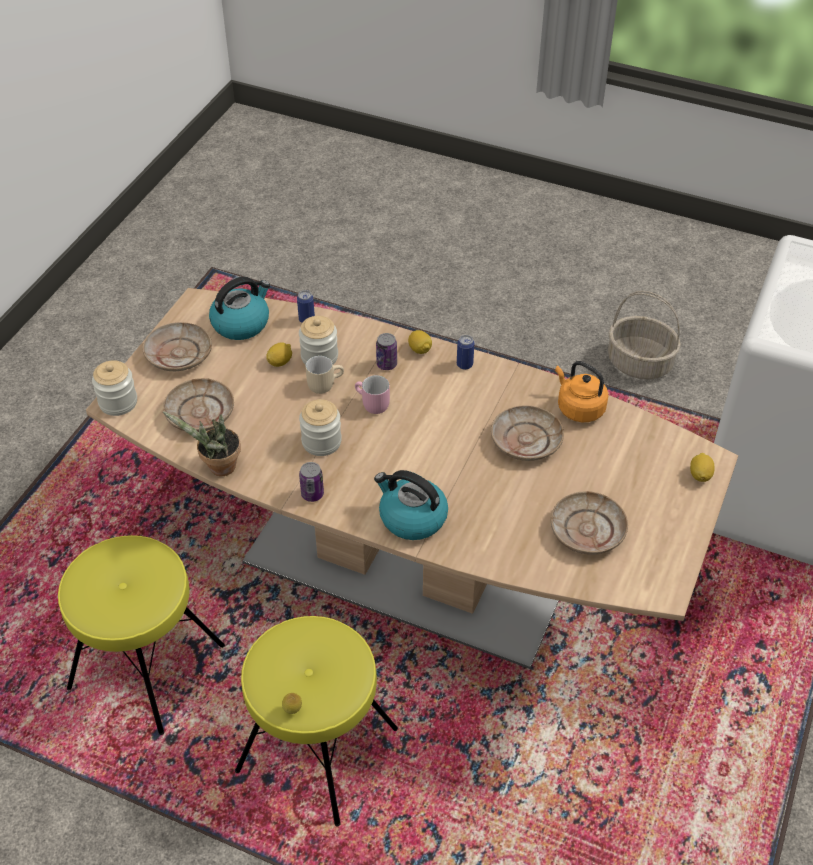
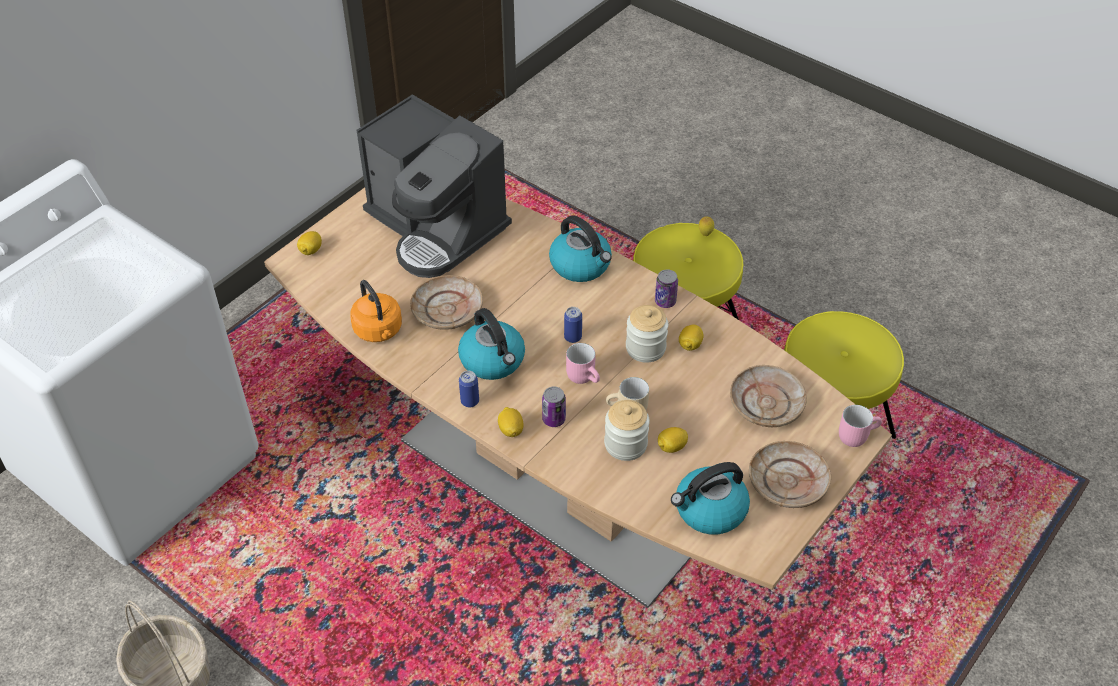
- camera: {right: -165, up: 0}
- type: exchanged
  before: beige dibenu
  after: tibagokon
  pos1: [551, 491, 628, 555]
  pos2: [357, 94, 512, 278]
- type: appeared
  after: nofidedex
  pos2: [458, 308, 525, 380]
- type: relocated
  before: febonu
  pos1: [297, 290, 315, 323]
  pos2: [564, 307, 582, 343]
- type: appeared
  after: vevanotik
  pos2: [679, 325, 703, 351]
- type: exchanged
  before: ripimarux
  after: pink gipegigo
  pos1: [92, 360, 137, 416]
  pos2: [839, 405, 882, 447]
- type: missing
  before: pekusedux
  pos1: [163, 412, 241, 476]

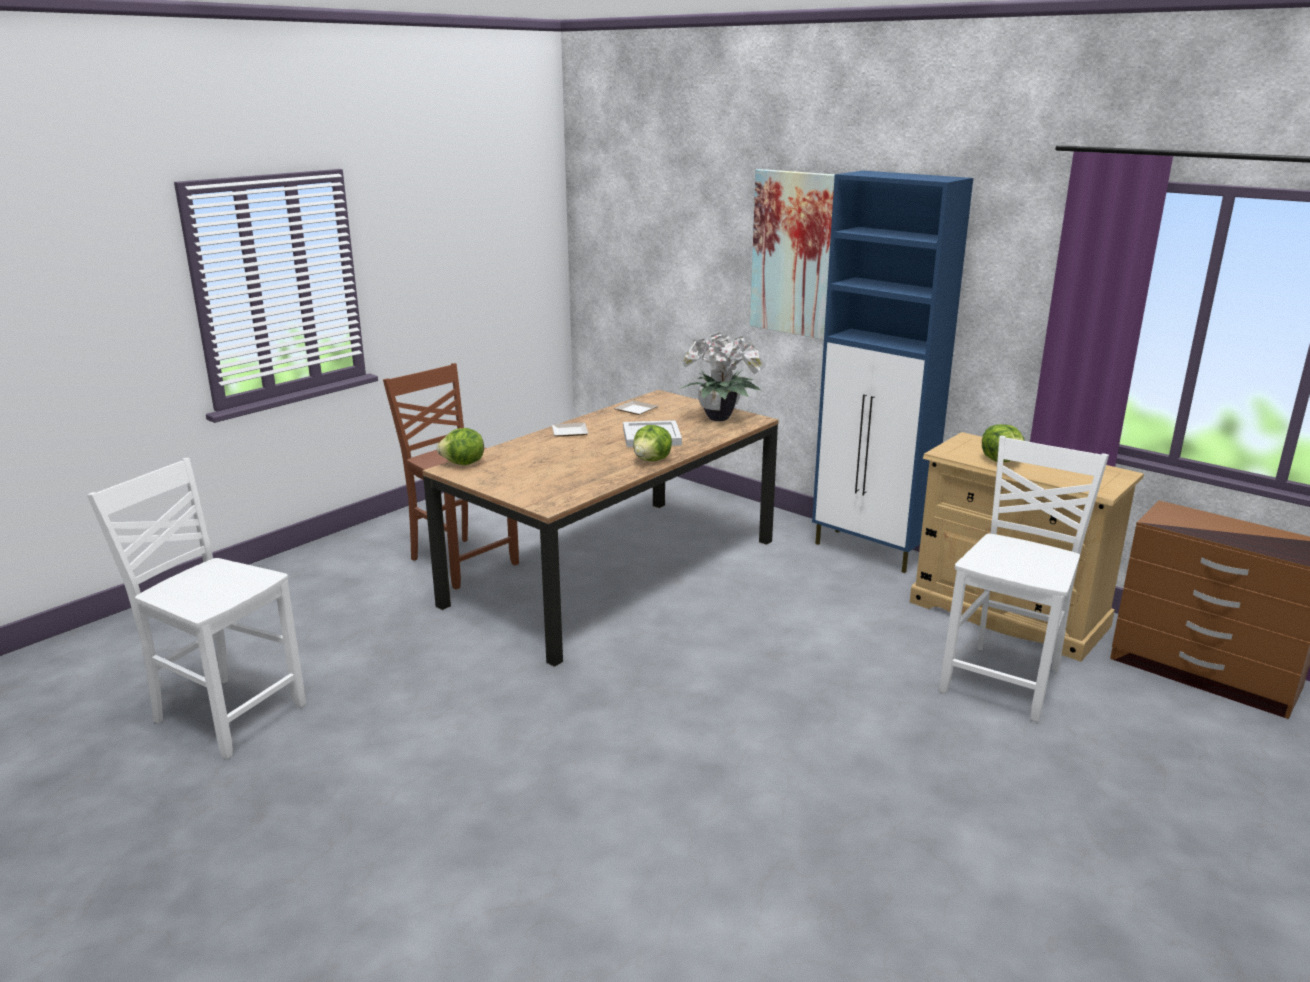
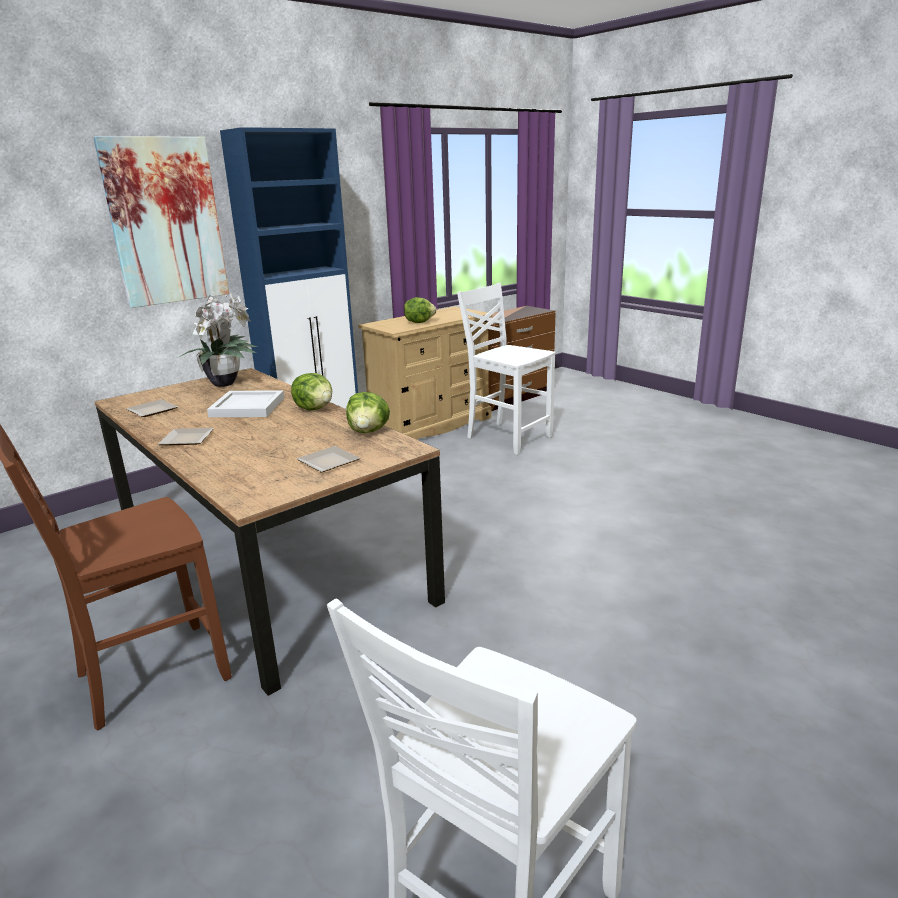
- camera: {right: -80, up: 0}
- type: appeared
  after: dibenu
  pos2: [297, 446, 360, 473]
- type: relocated
  before: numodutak
  pos1: [437, 428, 484, 465]
  pos2: [346, 392, 390, 433]

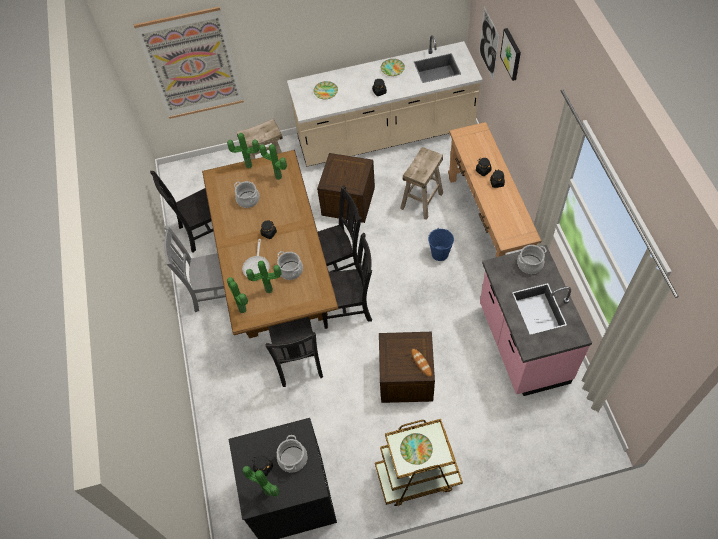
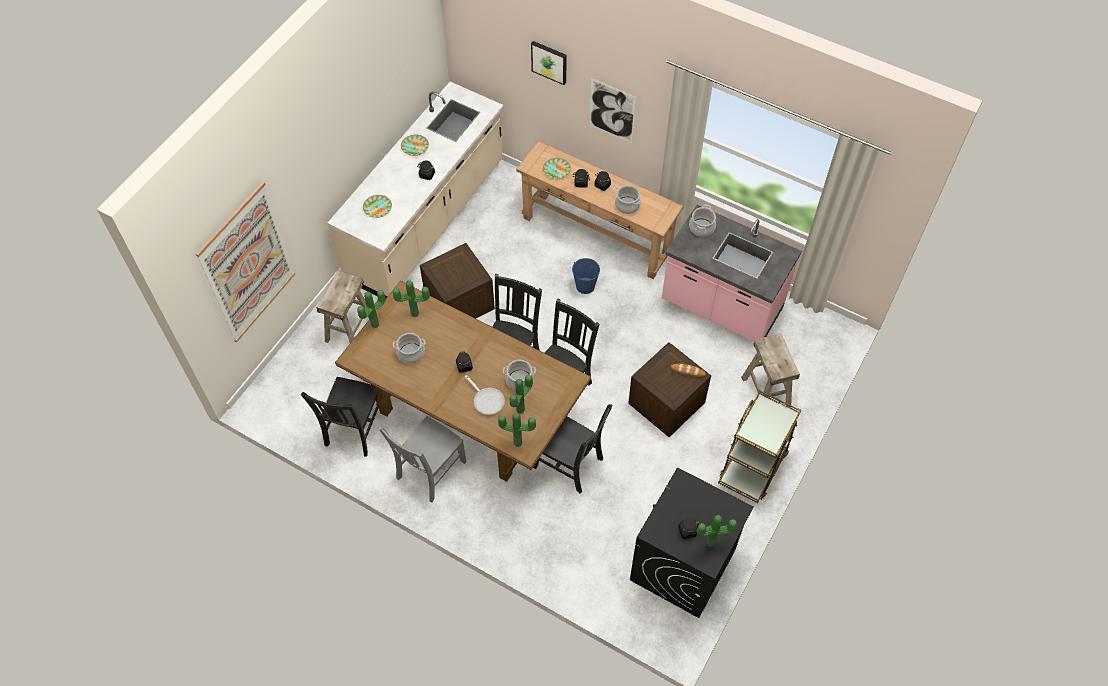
- camera: {right: -50, up: 0}
- type: relocated
  before: dibenu
  pos1: [400, 433, 433, 465]
  pos2: [543, 158, 571, 179]
- type: relocated
  before: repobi
  pos1: [479, 7, 499, 81]
  pos2: [590, 78, 636, 143]
- type: relocated
  before: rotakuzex
  pos1: [277, 435, 307, 473]
  pos2: [615, 184, 641, 214]
- type: relocated
  before: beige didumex
  pos1: [400, 147, 443, 220]
  pos2: [741, 333, 800, 407]

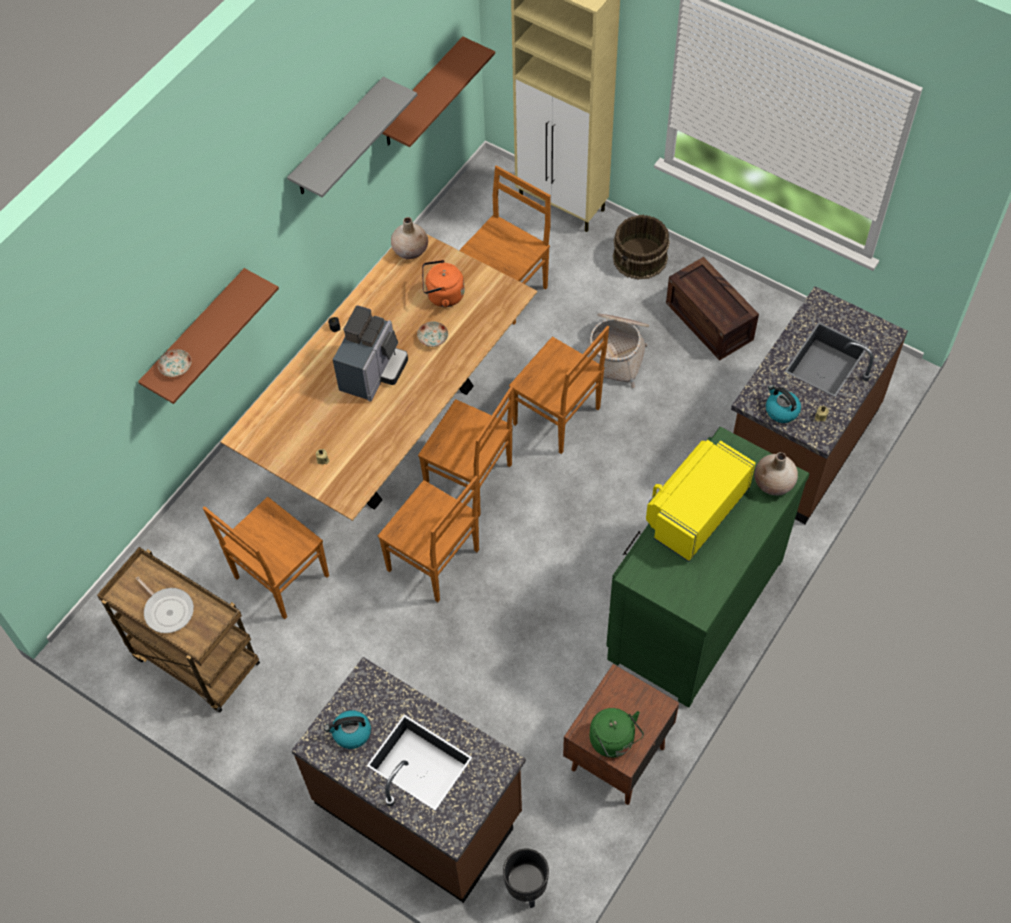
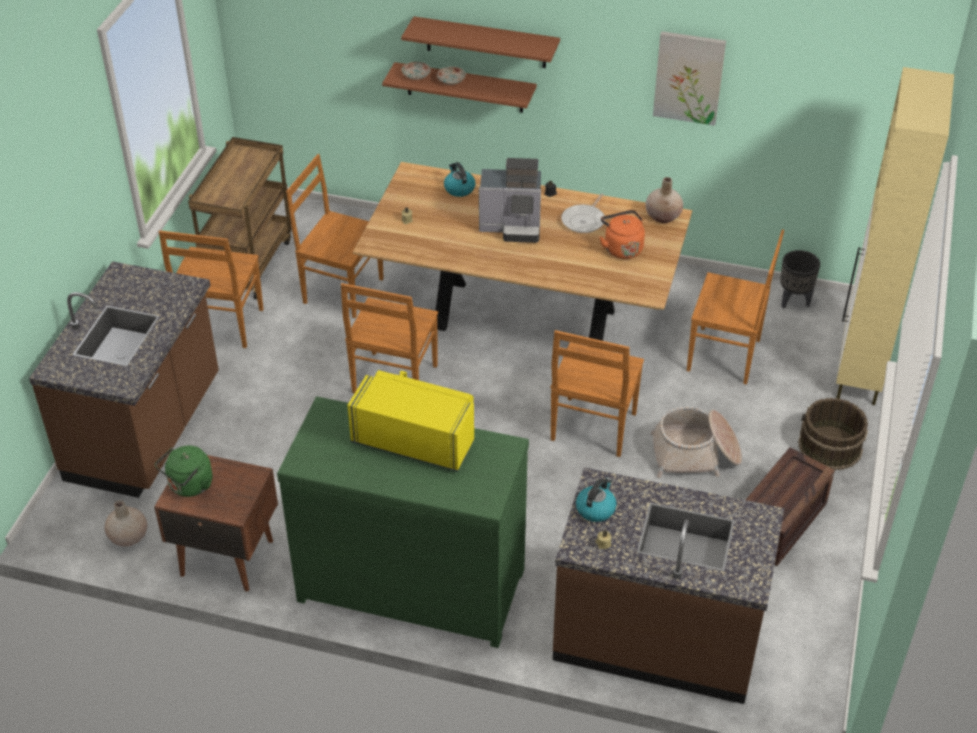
- camera: {right: 70, up: -15}
- type: relocated
  before: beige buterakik
  pos1: [754, 452, 798, 495]
  pos2: [105, 500, 147, 547]
- type: relocated
  before: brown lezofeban
  pos1: [418, 385, 514, 517]
  pos2: [159, 230, 263, 348]
- type: relocated
  before: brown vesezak
  pos1: [382, 37, 495, 147]
  pos2: [401, 16, 560, 68]
- type: relocated
  before: dibenu
  pos1: [417, 322, 448, 347]
  pos2: [437, 67, 466, 85]
- type: relocated
  before: nofidedex
  pos1: [324, 710, 371, 749]
  pos2: [444, 162, 475, 197]
- type: relocated
  before: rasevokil
  pos1: [136, 577, 194, 633]
  pos2: [561, 193, 605, 233]
- type: exchanged
  before: grey vesezak
  after: repobi
  pos1: [287, 77, 417, 197]
  pos2: [653, 31, 726, 126]
- type: relocated
  before: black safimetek
  pos1: [503, 848, 549, 908]
  pos2: [780, 250, 820, 308]

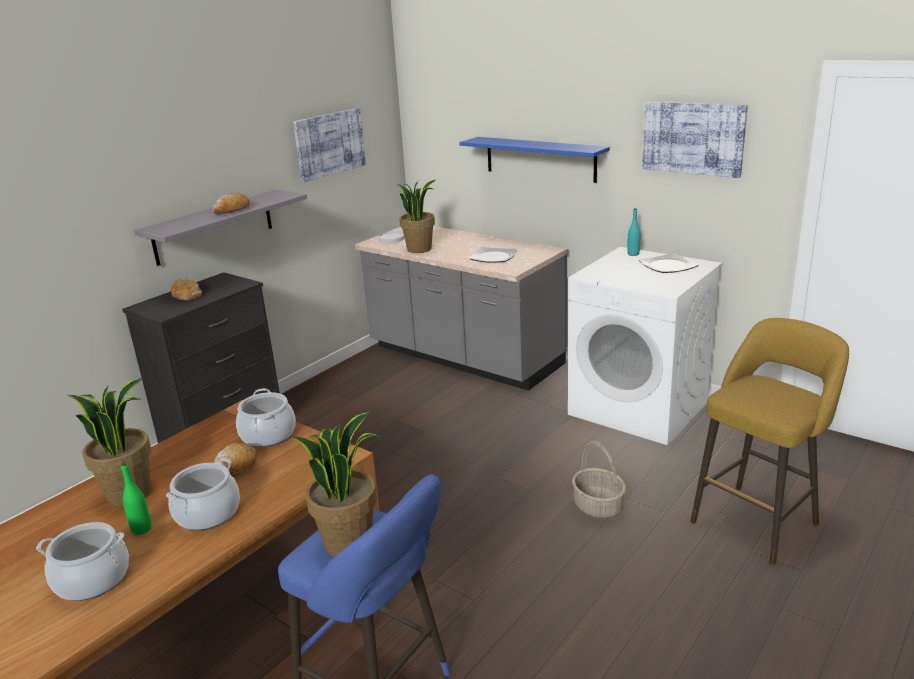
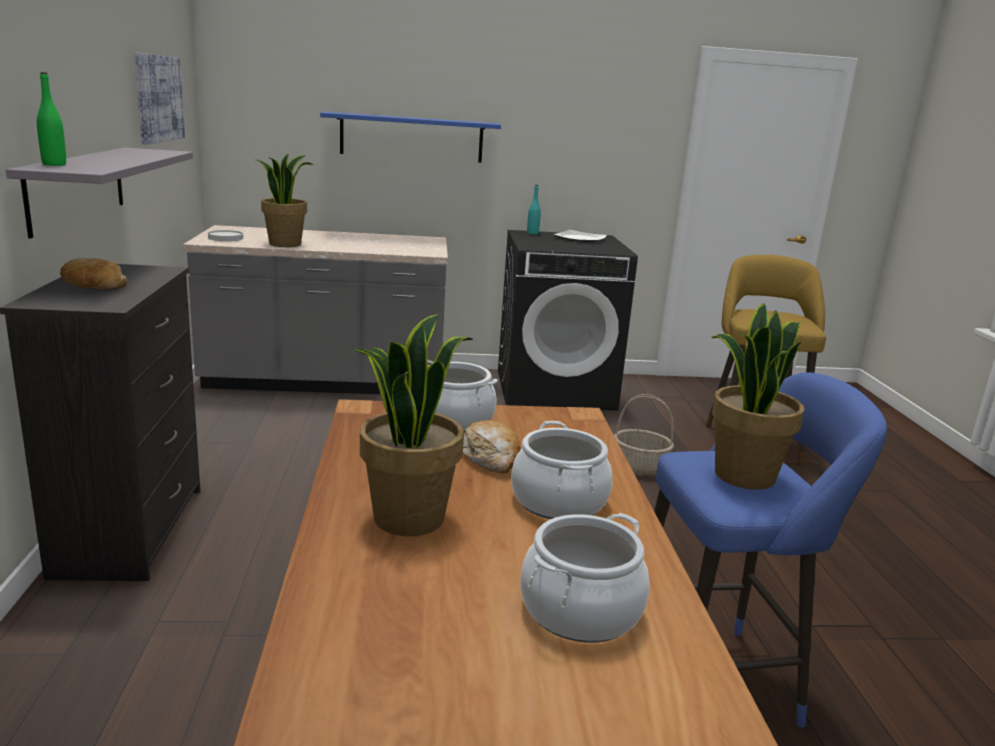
- camera: {right: -45, up: -5}
- type: relocated
  before: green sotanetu
  pos1: [121, 462, 152, 535]
  pos2: [37, 72, 66, 166]
- type: colour
  before: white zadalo
  after: black zadalo
  pos1: [568, 247, 722, 445]
  pos2: [498, 230, 638, 411]
- type: missing
  before: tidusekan
  pos1: [212, 193, 250, 214]
- type: missing
  before: dibenu
  pos1: [469, 247, 517, 263]
- type: missing
  before: repobi
  pos1: [642, 101, 748, 178]

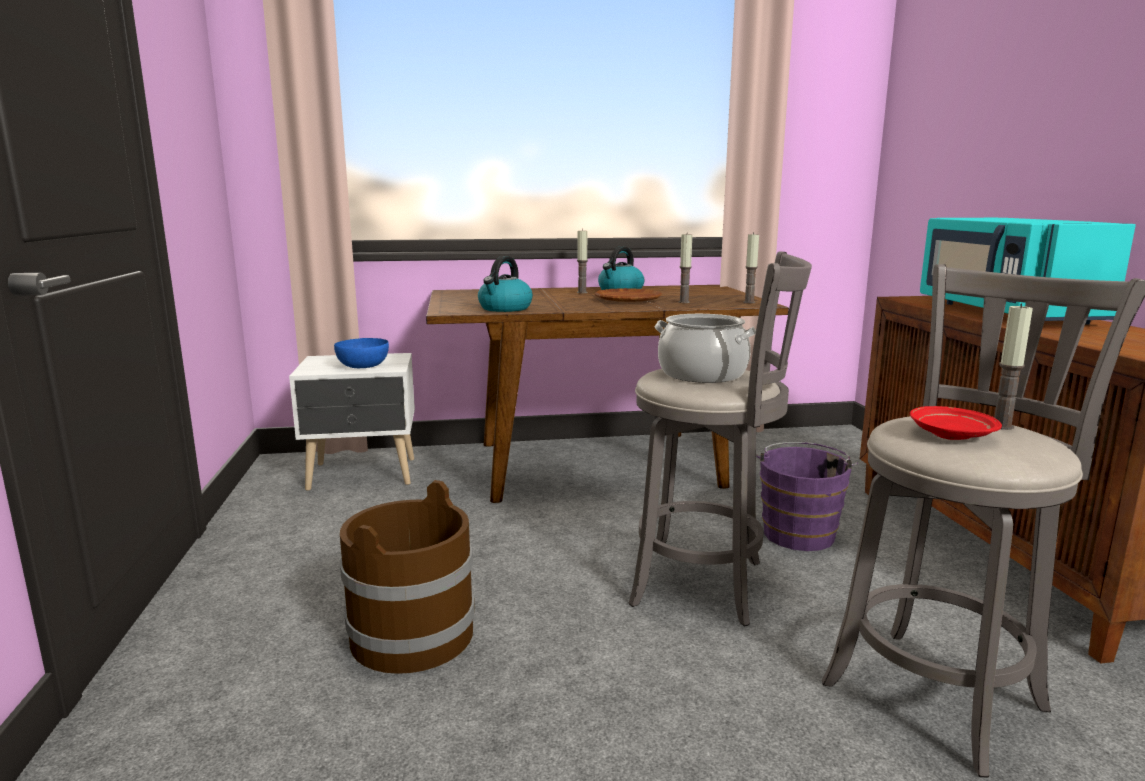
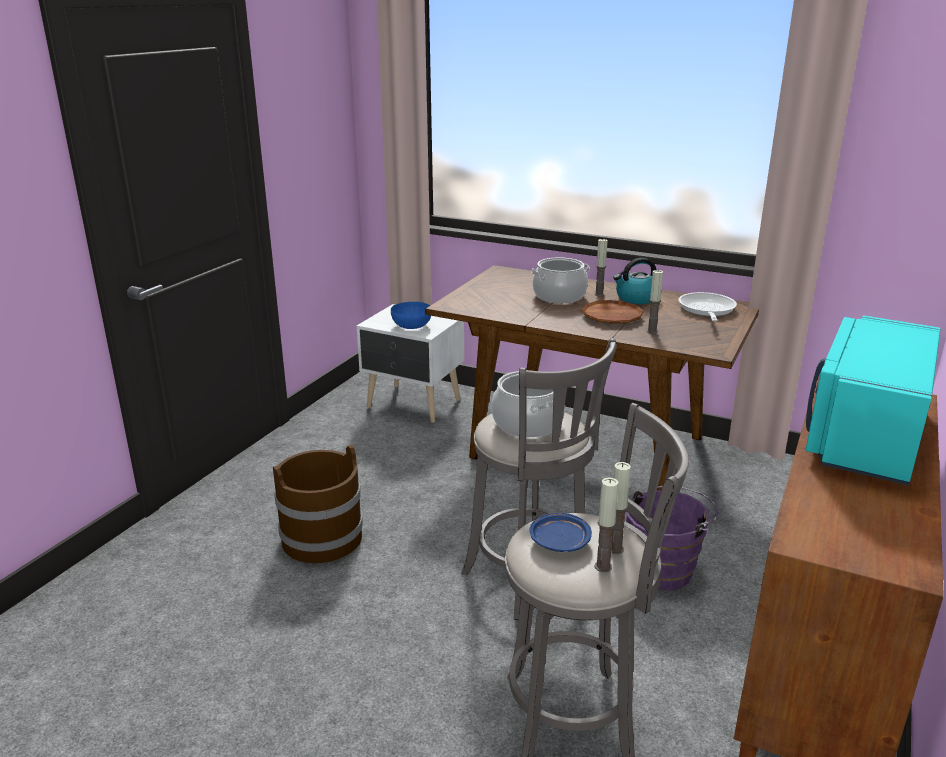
- camera: {right: 35, up: 10}
- type: colour
  before: red dibenu
  after: blue dibenu
  pos1: [910, 406, 1002, 440]
  pos2: [530, 513, 592, 552]
- type: appeared
  after: rotakuzex
  pos2: [531, 257, 590, 303]
- type: relocated
  before: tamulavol
  pos1: [744, 232, 759, 303]
  pos2: [594, 478, 619, 572]
- type: appeared
  after: rasevokil
  pos2: [678, 292, 737, 322]
- type: missing
  before: nofidedex
  pos1: [478, 256, 533, 312]

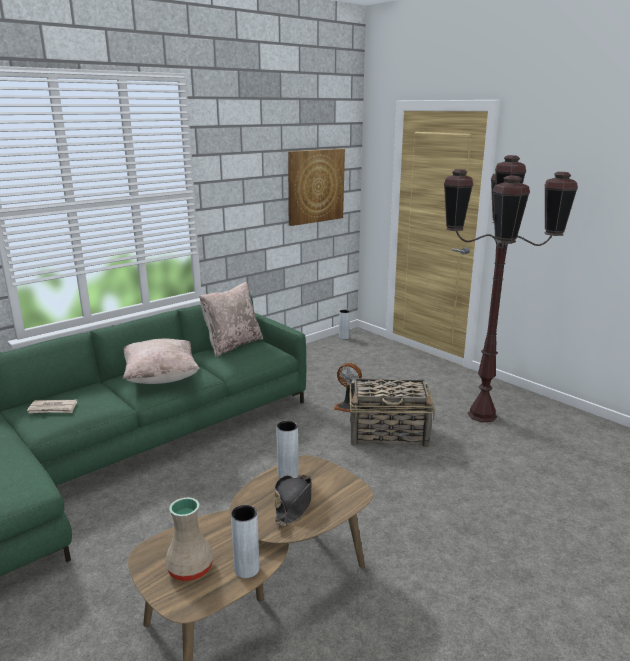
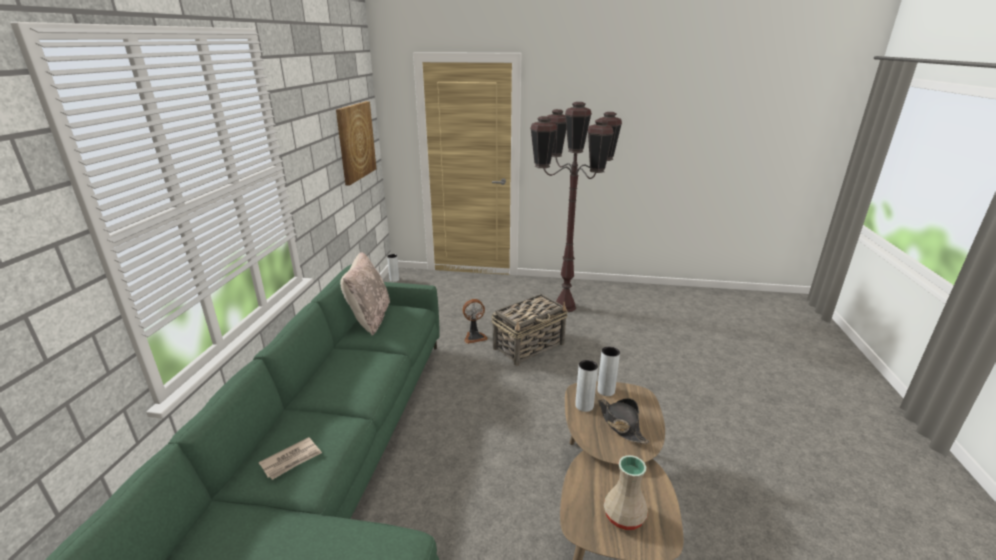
- camera: {right: -40, up: 5}
- type: relocated
  before: grey buterakik
  pos1: [231, 505, 260, 578]
  pos2: [597, 347, 620, 396]
- type: missing
  before: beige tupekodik
  pos1: [123, 339, 200, 384]

